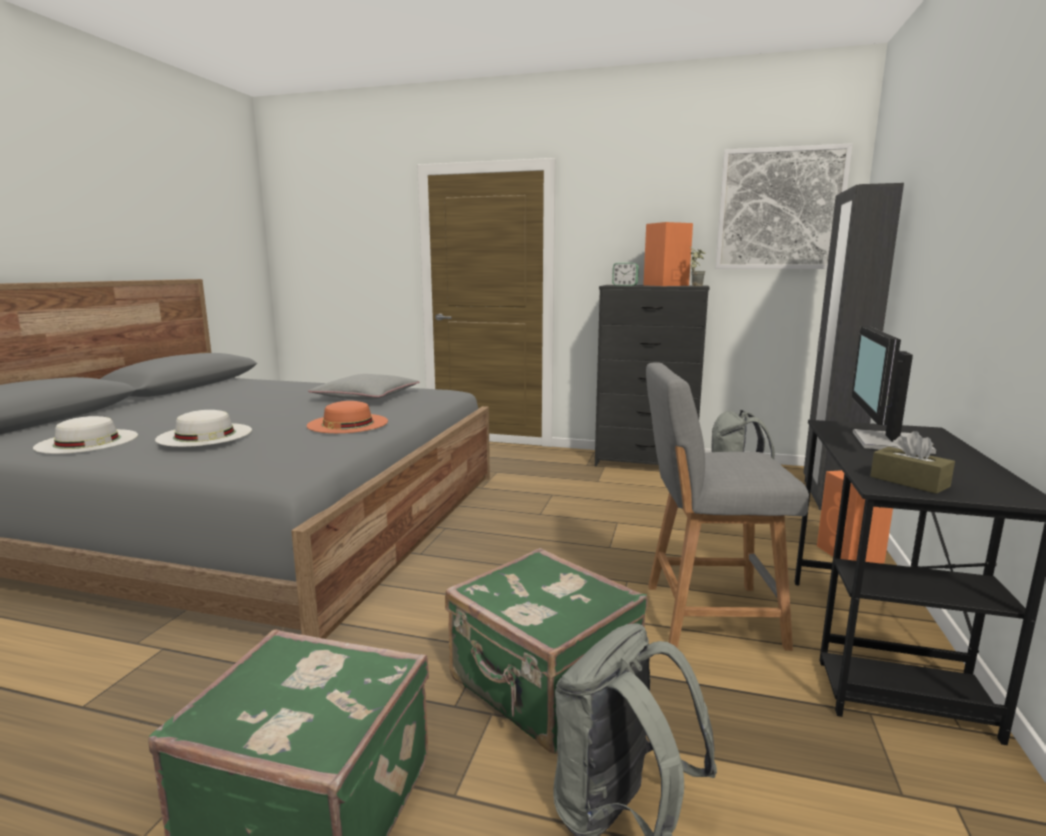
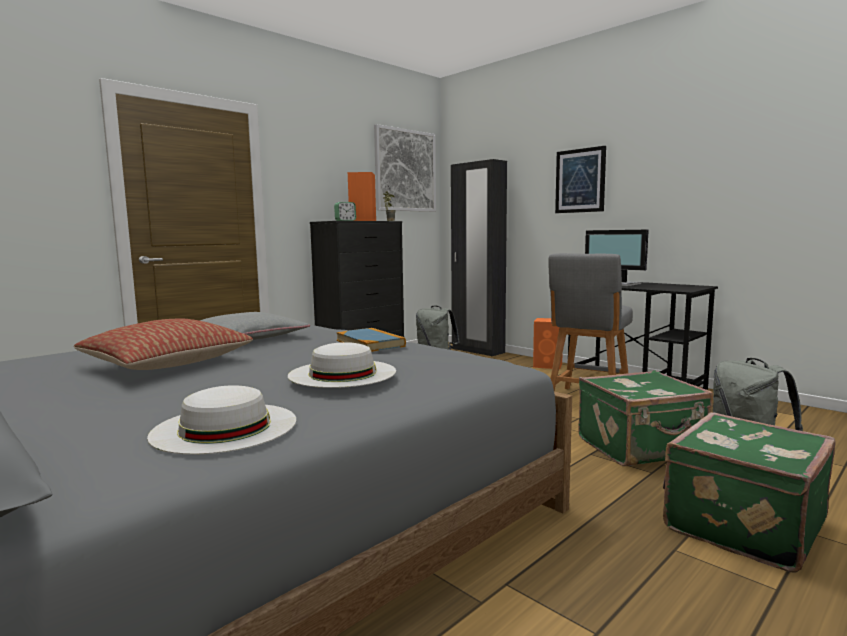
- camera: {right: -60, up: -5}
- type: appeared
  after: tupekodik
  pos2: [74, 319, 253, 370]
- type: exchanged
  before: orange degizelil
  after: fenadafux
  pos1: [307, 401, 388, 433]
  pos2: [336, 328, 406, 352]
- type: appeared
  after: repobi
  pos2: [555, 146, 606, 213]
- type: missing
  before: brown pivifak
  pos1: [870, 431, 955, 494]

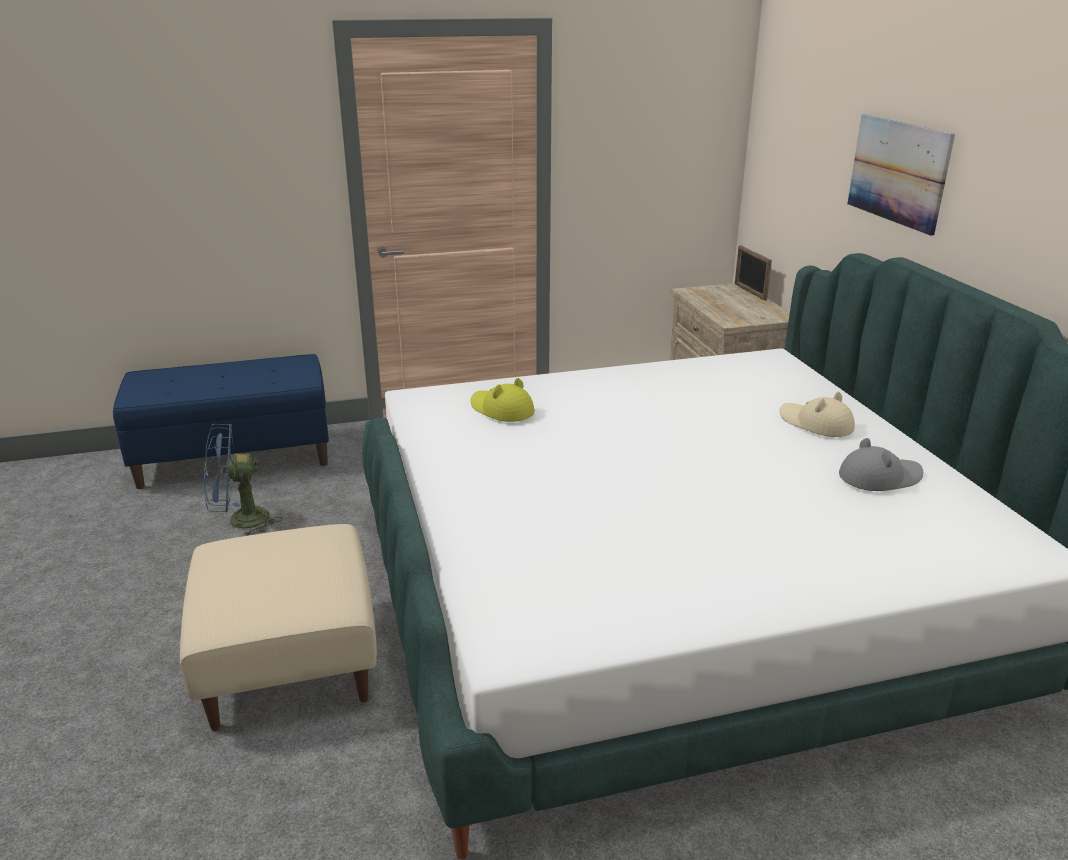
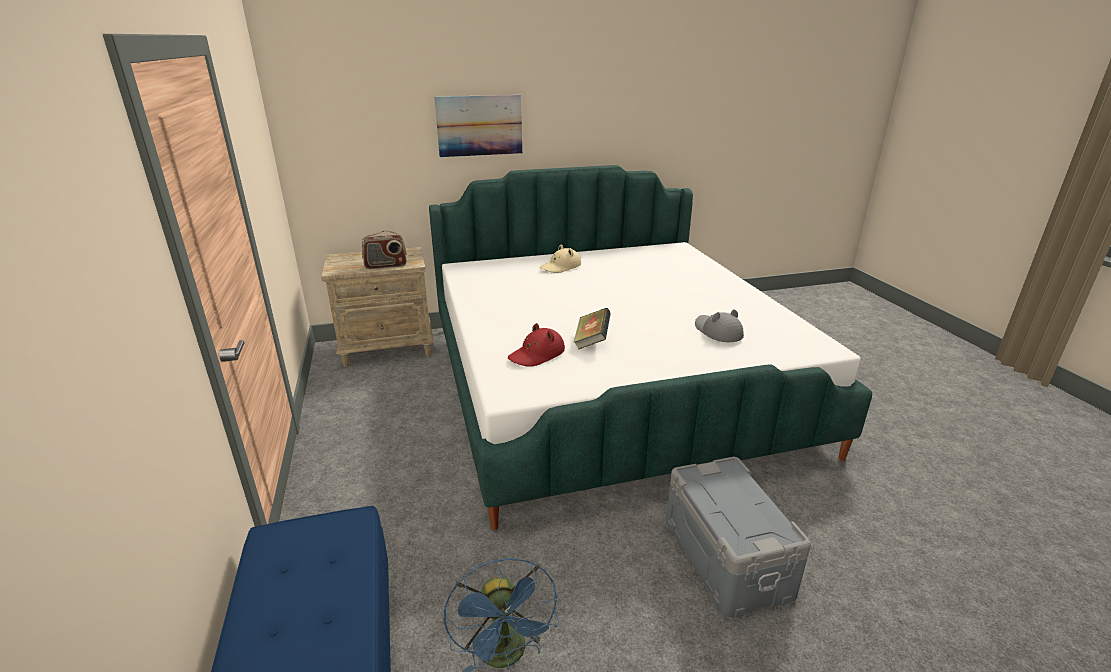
- camera: {right: -90, up: 0}
- type: appeared
  after: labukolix
  pos2: [362, 231, 407, 269]
- type: colour
  before: yellow degizelil
  after: red degizelil
  pos1: [470, 378, 535, 422]
  pos2: [508, 323, 565, 367]
- type: appeared
  after: fenadafux
  pos2: [573, 308, 611, 350]
- type: exchanged
  before: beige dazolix
  after: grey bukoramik
  pos1: [180, 524, 377, 731]
  pos2: [666, 457, 811, 618]
- type: relocated
  before: grey degizelil
  pos1: [839, 438, 924, 491]
  pos2: [695, 309, 744, 342]
- type: missing
  before: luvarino
  pos1: [735, 245, 772, 301]

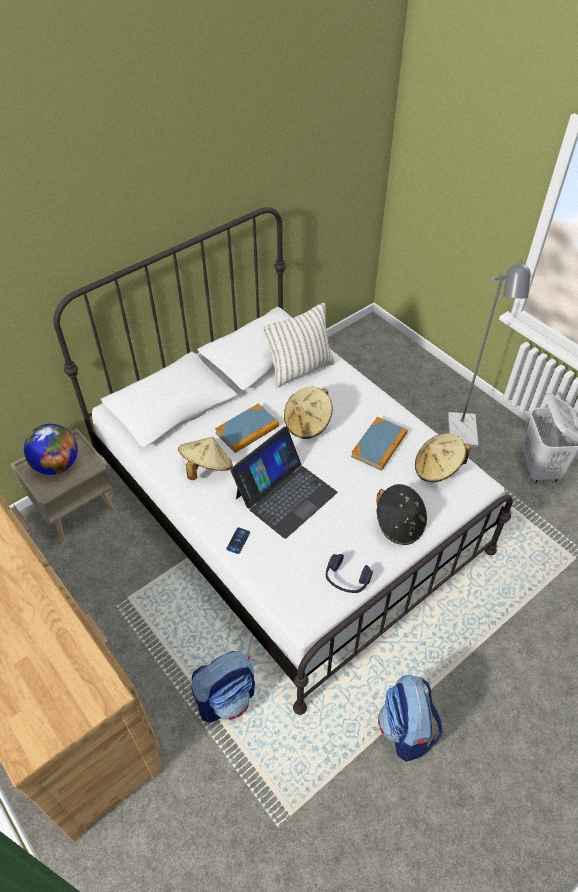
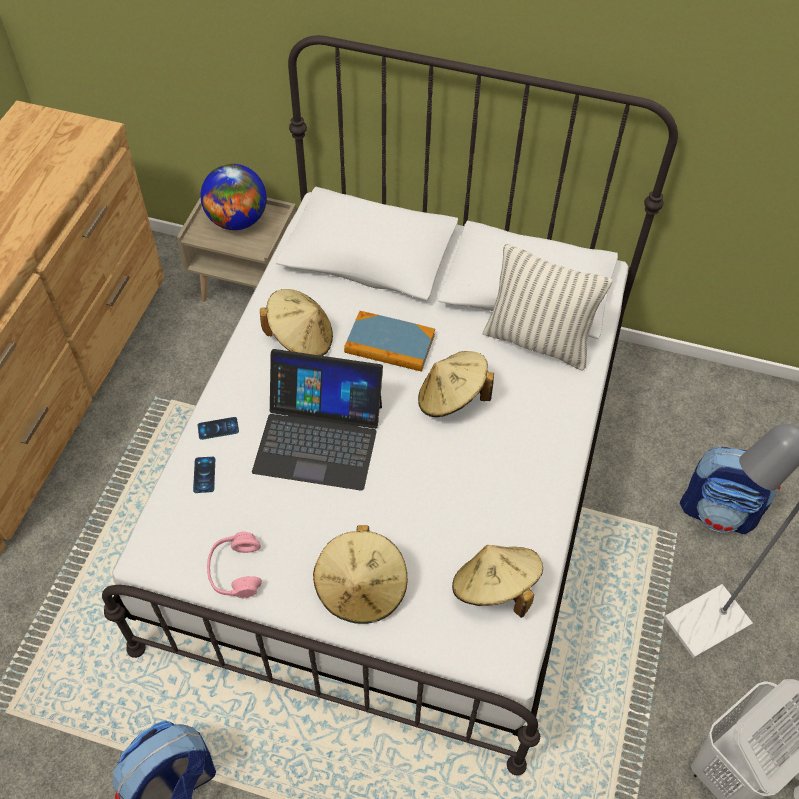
- camera: {right: 55, up: 5}
- type: appeared
  after: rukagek
  pos2: [193, 457, 215, 493]
- type: colour
  before: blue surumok
  after: pink surumok
  pos1: [326, 554, 373, 593]
  pos2: [207, 531, 262, 598]
- type: colour
  before: black degizelil
  after: beige degizelil
  pos1: [376, 484, 427, 545]
  pos2: [313, 525, 407, 624]
- type: relocated
  before: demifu
  pos1: [191, 651, 255, 722]
  pos2: [680, 447, 781, 534]
- type: missing
  before: fenadafux
  pos1: [351, 417, 407, 471]

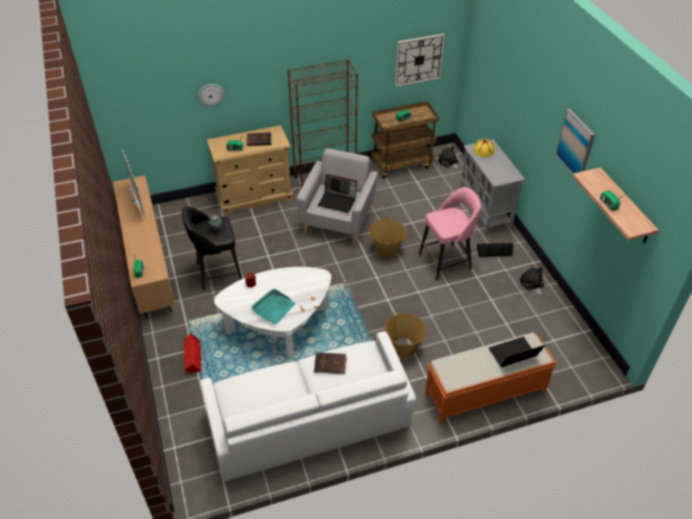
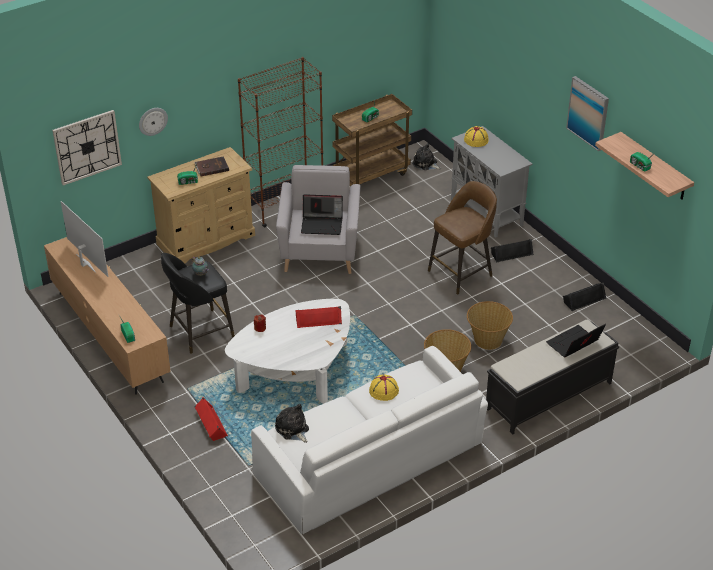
- camera: {right: -15, up: -5}
- type: relocated
  before: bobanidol
  pos1: [395, 34, 445, 87]
  pos2: [52, 110, 122, 185]
- type: relocated
  before: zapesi
  pos1: [520, 267, 544, 295]
  pos2: [275, 404, 309, 443]
- type: appeared
  after: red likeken
  pos2: [295, 306, 342, 328]
- type: exchanged
  before: brown fenadafux
  after: yellow degizelil
  pos1: [314, 352, 347, 375]
  pos2: [369, 374, 399, 401]
- type: colour
  before: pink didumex
  after: brown didumex
  pos1: [419, 187, 481, 280]
  pos2: [428, 181, 497, 294]
- type: relocated
  before: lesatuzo
  pos1: [369, 219, 406, 258]
  pos2: [467, 301, 513, 350]
- type: colour
  before: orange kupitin
  after: black kupitin
  pos1: [425, 333, 556, 424]
  pos2: [486, 319, 619, 435]
- type: appeared
  after: black likeken
  pos2: [563, 282, 606, 311]
- type: missing
  before: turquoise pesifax
  pos1: [251, 289, 295, 324]

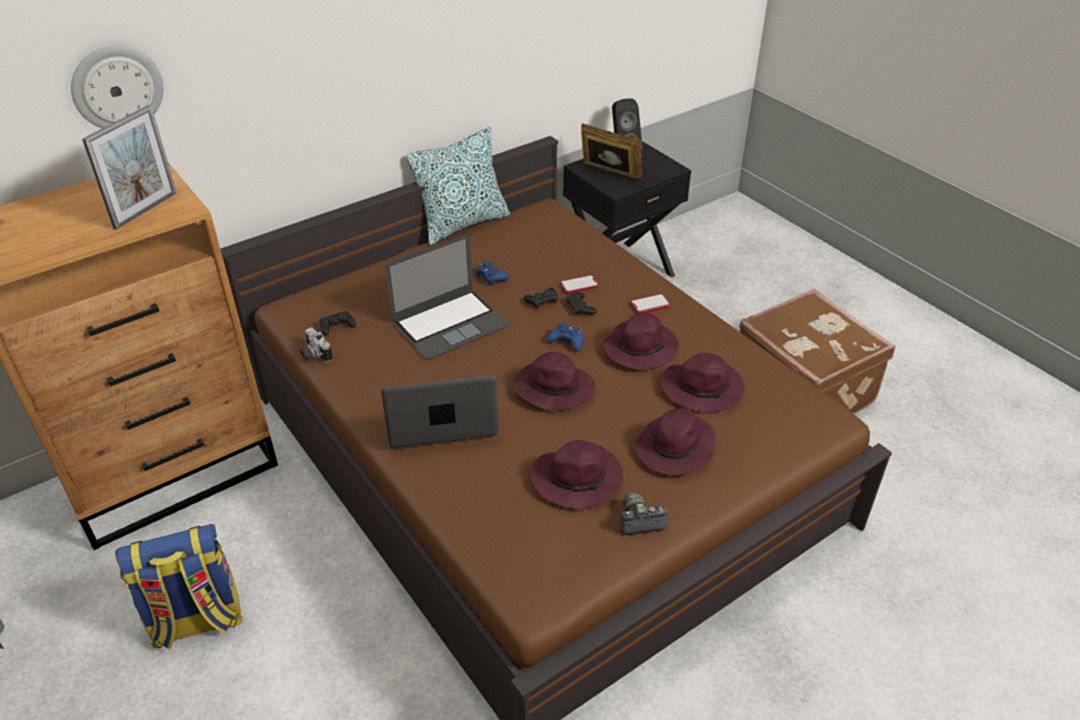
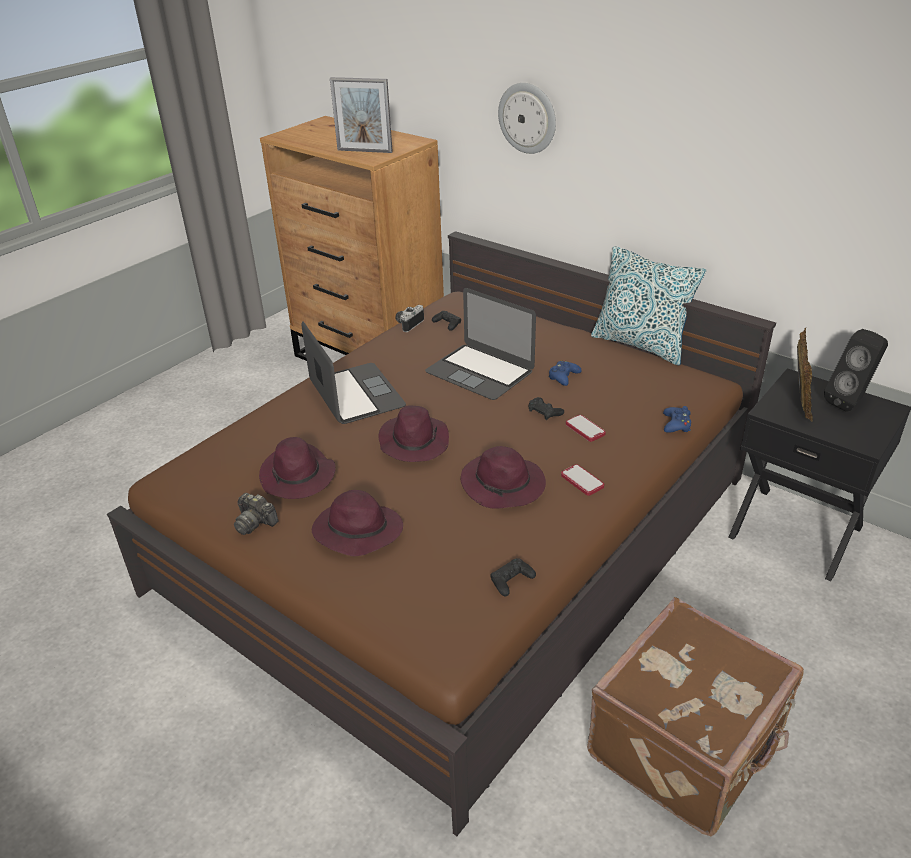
- camera: {right: 75, up: -5}
- type: spun
  before: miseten
  pos1: [619, 492, 668, 535]
  pos2: [234, 493, 279, 535]
  turn: 150
- type: relocated
  before: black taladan
  pos1: [566, 292, 597, 316]
  pos2: [490, 558, 536, 596]
- type: relocated
  before: bobanidol
  pos1: [71, 45, 164, 128]
  pos2: [498, 83, 556, 154]
- type: relocated
  before: blue taladan
  pos1: [547, 322, 584, 352]
  pos2: [663, 406, 691, 433]
- type: missing
  before: demifu
  pos1: [115, 524, 243, 649]
- type: missing
  before: purple degizelil
  pos1: [661, 353, 744, 414]

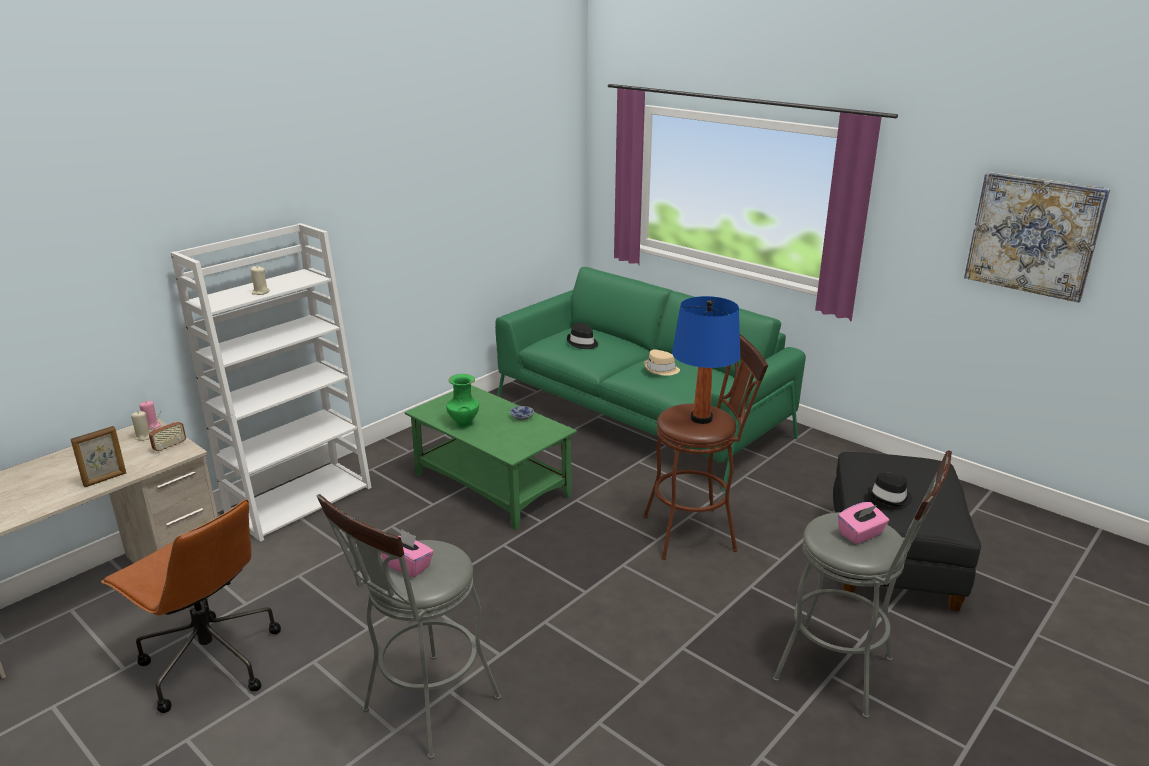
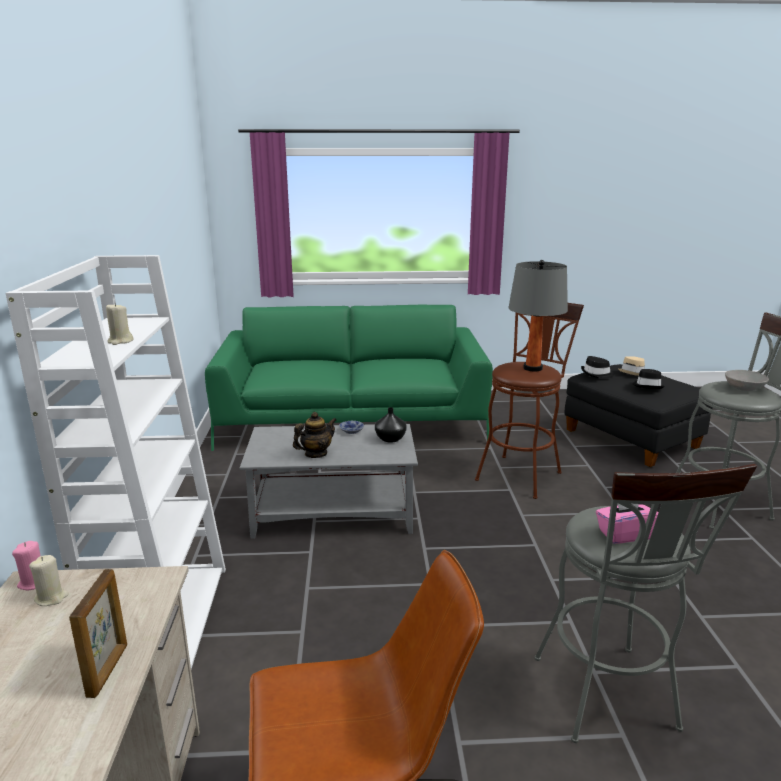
- camera: {right: -45, up: -5}
- type: colour
  before: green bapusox
  after: grey bapusox
  pos1: [405, 385, 577, 530]
  pos2: [240, 424, 418, 539]
- type: exchanged
  before: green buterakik
  after: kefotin
  pos1: [446, 374, 479, 428]
  pos2: [293, 412, 336, 458]
- type: appeared
  after: black buterakik
  pos2: [375, 407, 407, 443]
- type: colour
  before: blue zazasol
  after: grey zazasol
  pos1: [672, 296, 741, 424]
  pos2: [508, 260, 568, 372]
- type: relocated
  before: black degizelil
  pos1: [567, 323, 598, 349]
  pos2: [581, 356, 614, 378]
- type: relocated
  before: beige degizelil
  pos1: [644, 350, 680, 376]
  pos2: [618, 356, 645, 376]
- type: exchanged
  before: pink pivifak
  after: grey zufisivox
  pos1: [838, 502, 889, 544]
  pos2: [725, 370, 769, 391]
- type: missing
  before: labukolix
  pos1: [149, 410, 186, 452]
- type: missing
  before: repobi
  pos1: [964, 172, 1110, 303]

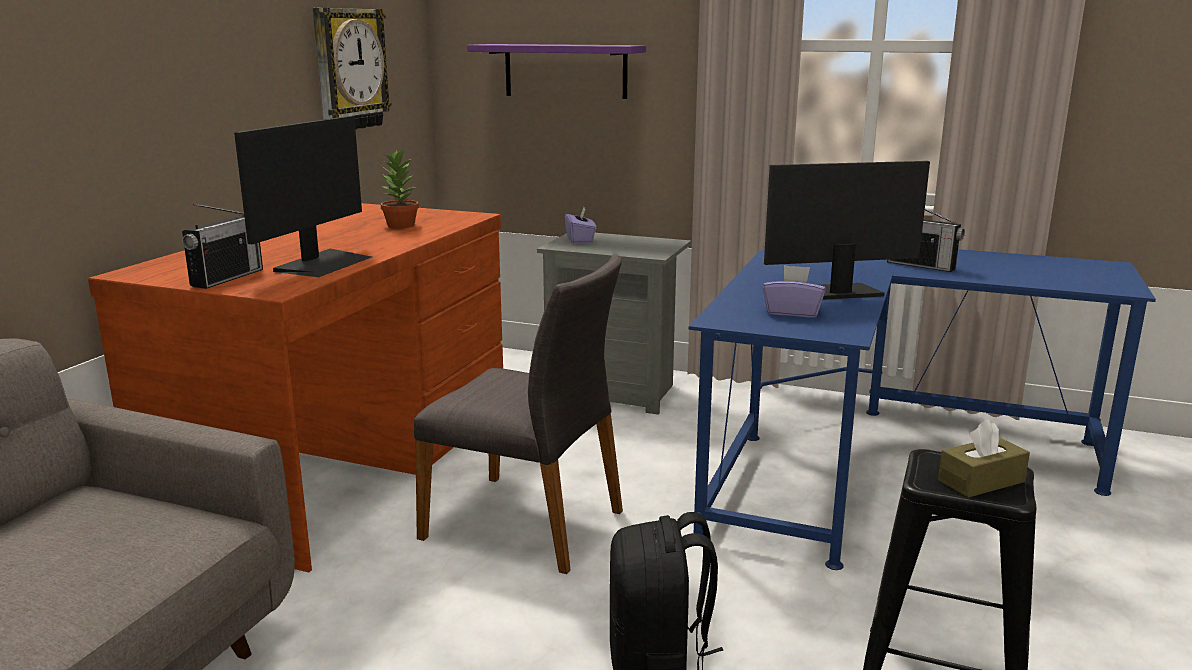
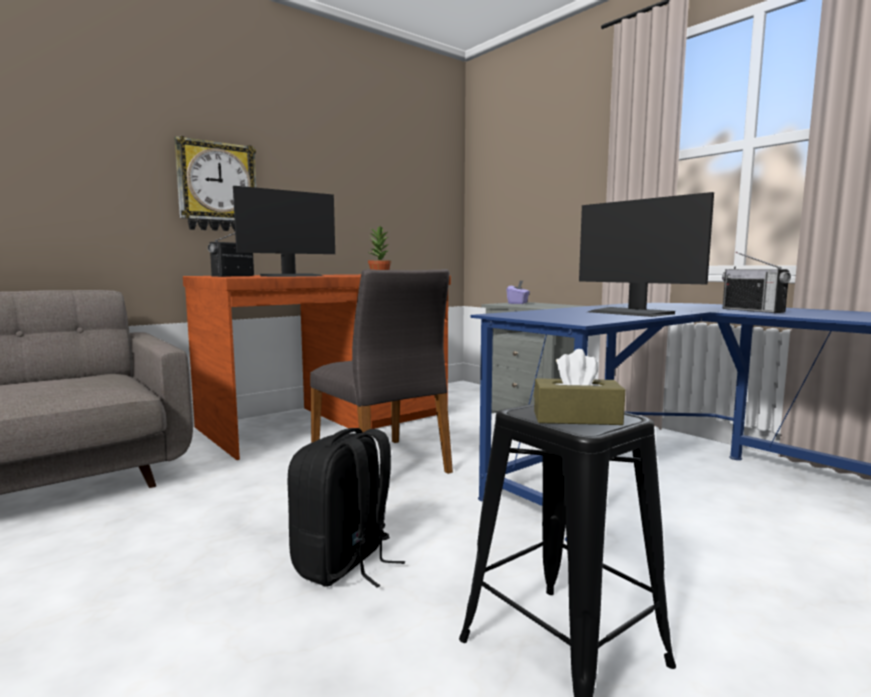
- camera: {right: 30, up: -10}
- type: relocated
  before: bobanidol
  pos1: [313, 8, 392, 130]
  pos2: [174, 136, 256, 231]
- type: spun
  before: labukolix
  pos1: [182, 204, 263, 289]
  pos2: [208, 233, 254, 277]
  turn: 150
- type: spun
  before: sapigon
  pos1: [764, 161, 930, 300]
  pos2: [579, 192, 714, 317]
  turn: -150
- type: missing
  before: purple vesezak
  pos1: [467, 44, 646, 99]
- type: missing
  before: purple pivifak
  pos1: [763, 265, 826, 318]

